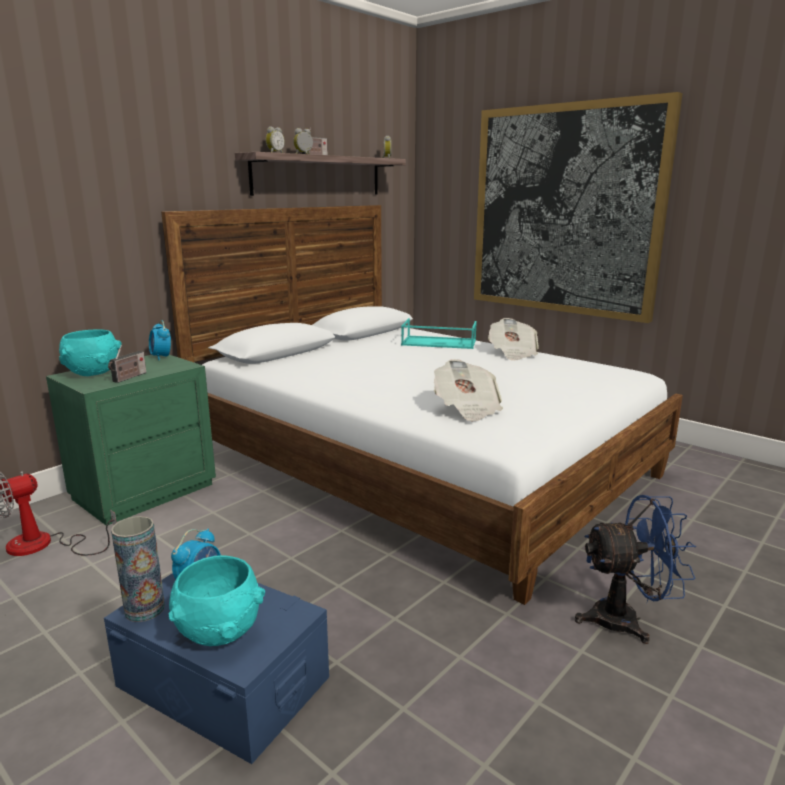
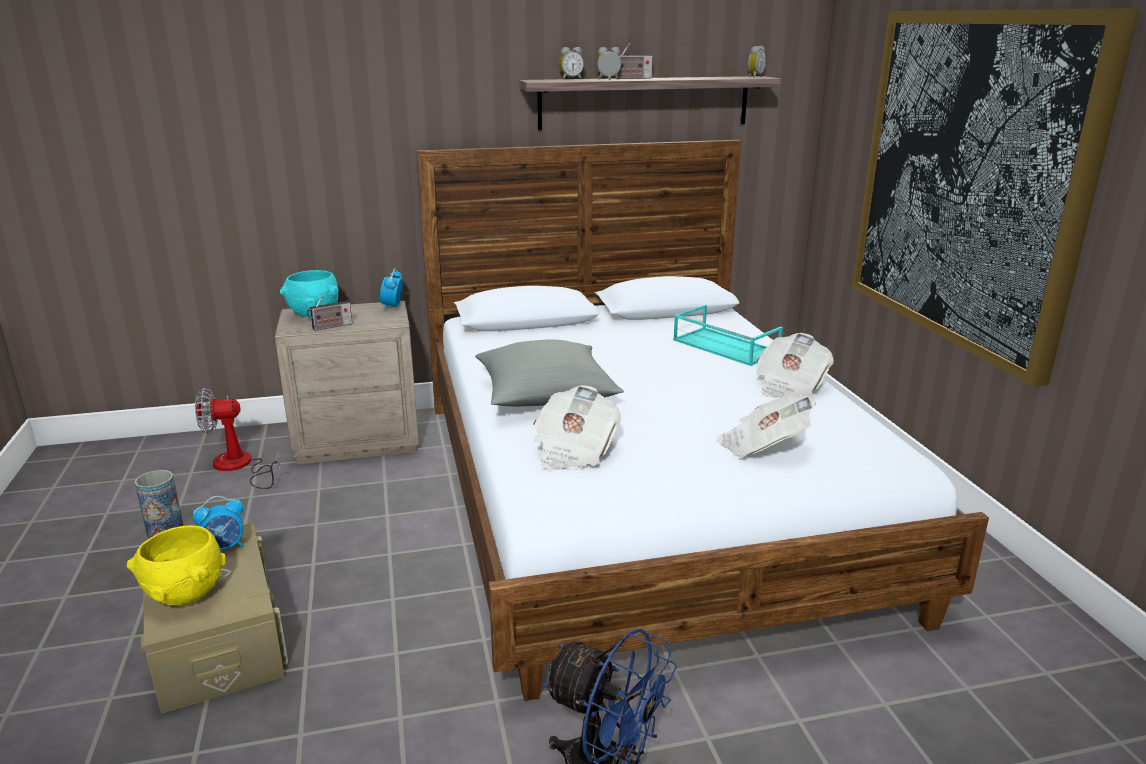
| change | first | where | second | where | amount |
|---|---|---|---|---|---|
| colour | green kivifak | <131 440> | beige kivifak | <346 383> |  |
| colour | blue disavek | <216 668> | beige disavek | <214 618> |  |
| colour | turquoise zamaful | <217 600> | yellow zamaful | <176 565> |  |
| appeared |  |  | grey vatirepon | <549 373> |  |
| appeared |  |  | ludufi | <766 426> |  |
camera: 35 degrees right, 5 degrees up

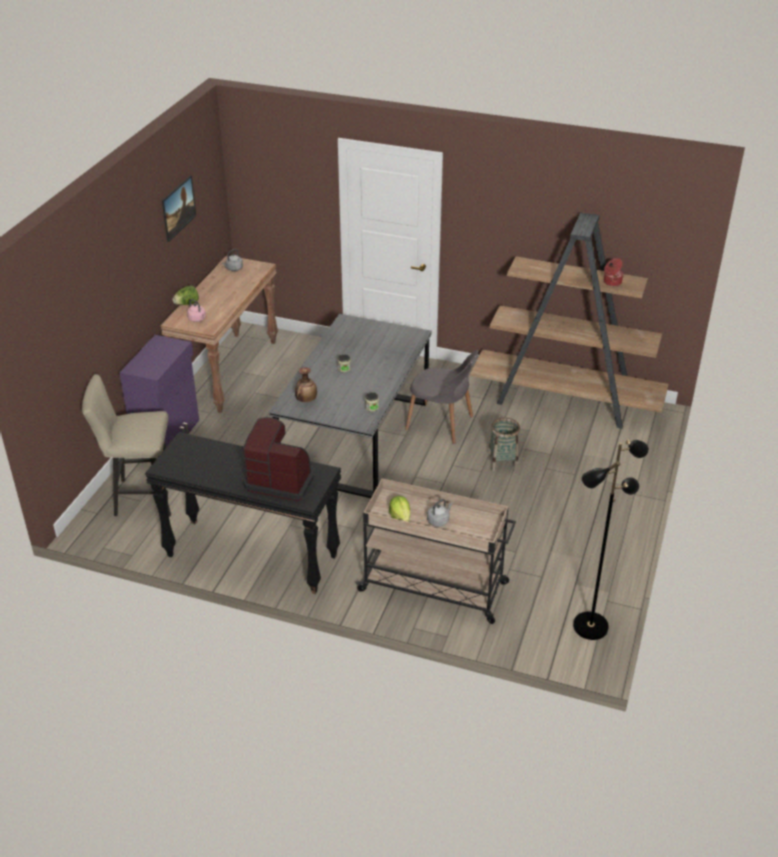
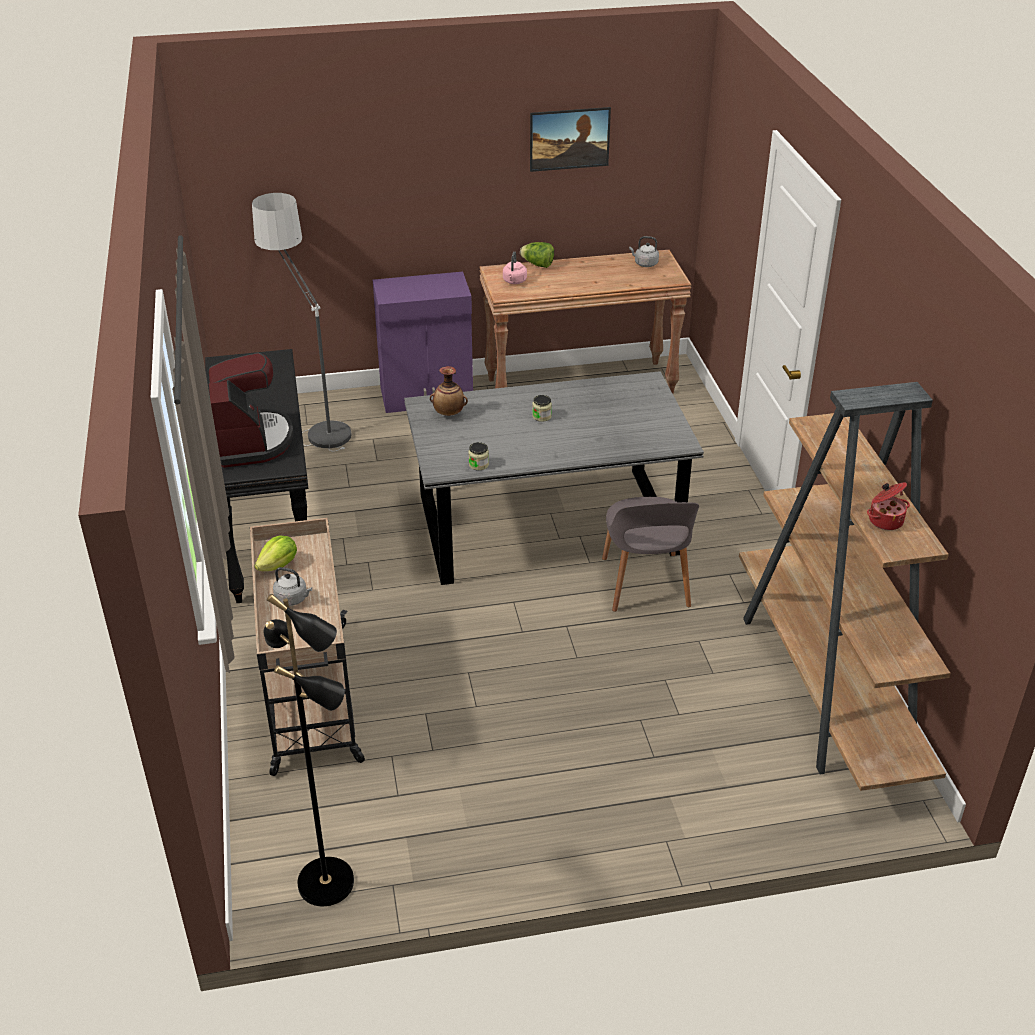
| change | first | where | second | where | amount |
|---|---|---|---|---|---|
| exchanged | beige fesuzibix | <126 445> | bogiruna | <302 322> |  |
| missing | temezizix | <504 444> |  |  |  |
camera: 60 degrees right, 0 degrees up

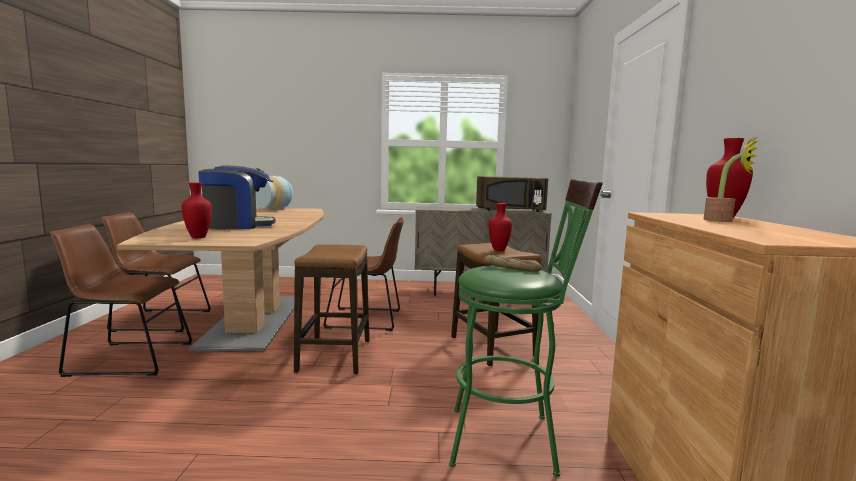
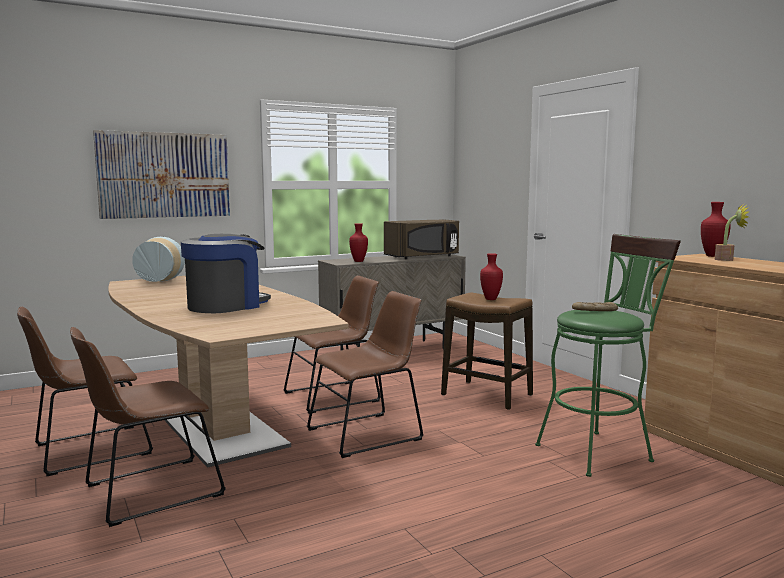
| change | first | where | second | where | amount |
|---|---|---|---|---|---|
| relocated | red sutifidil | <197 210> |  | <358 242> |  |
| exchanged | fesuzibix | <331 309> | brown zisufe | <365 374> |  |
| appeared |  |  | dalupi | <161 174> |  |
camera: 30 degrees left, 0 degrees up

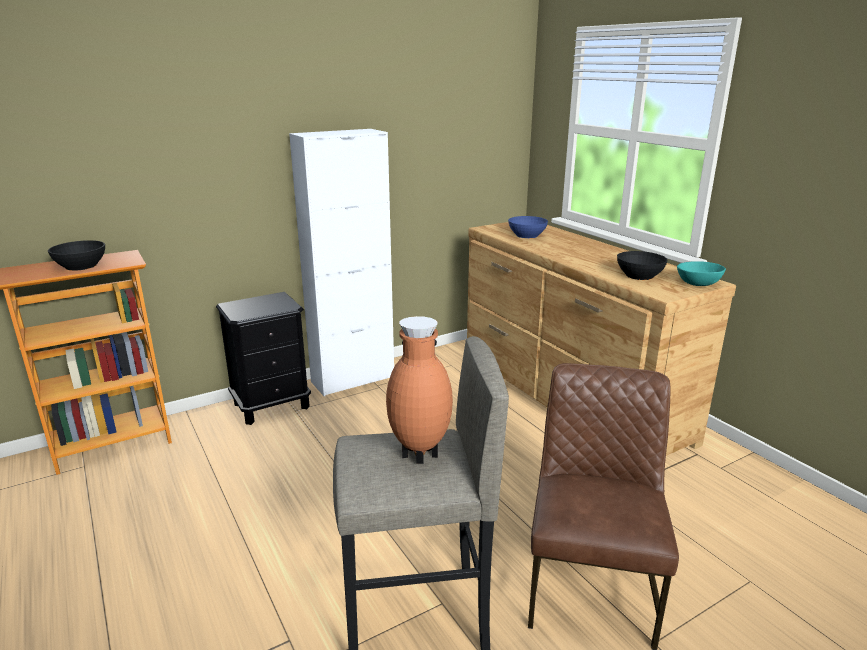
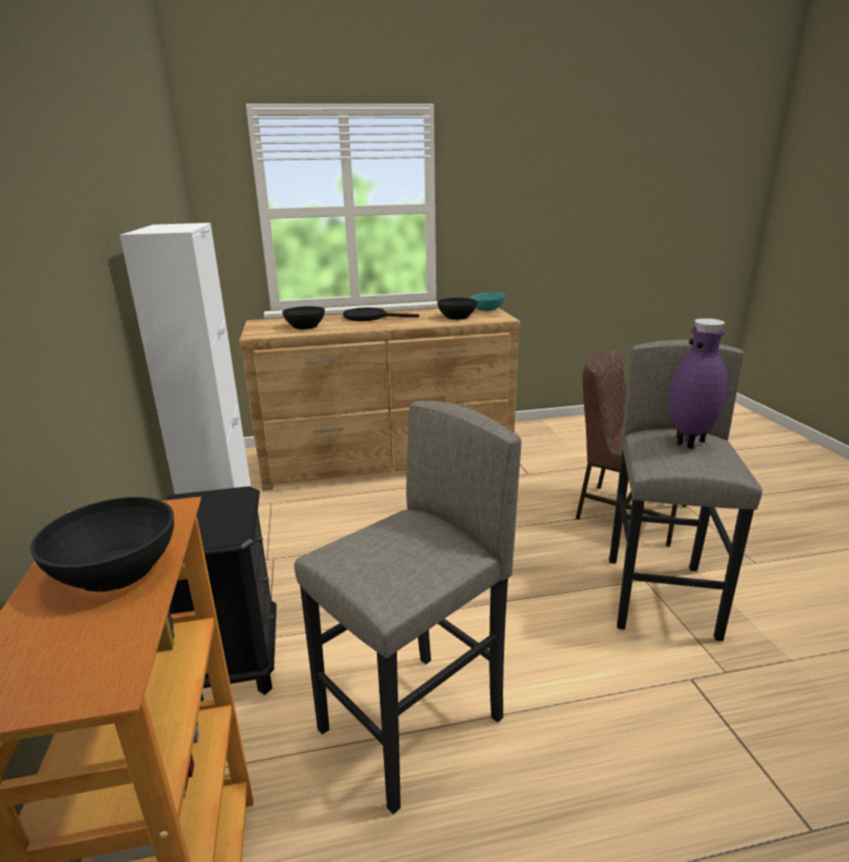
| change | first | where | second | where | amount |
|---|---|---|---|---|---|
| colour | brown sutifidil | <419 390> | purple sutifidil | <698 383> |  |
| colour | blue zamaful | <528 227> | black zamaful | <303 317> |  |
| appeared |  |  | grey fesuzibix | <408 607> |  |
| appeared |  |  | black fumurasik | <381 314> |  |
camera: 70 degrees left, 0 degrees up

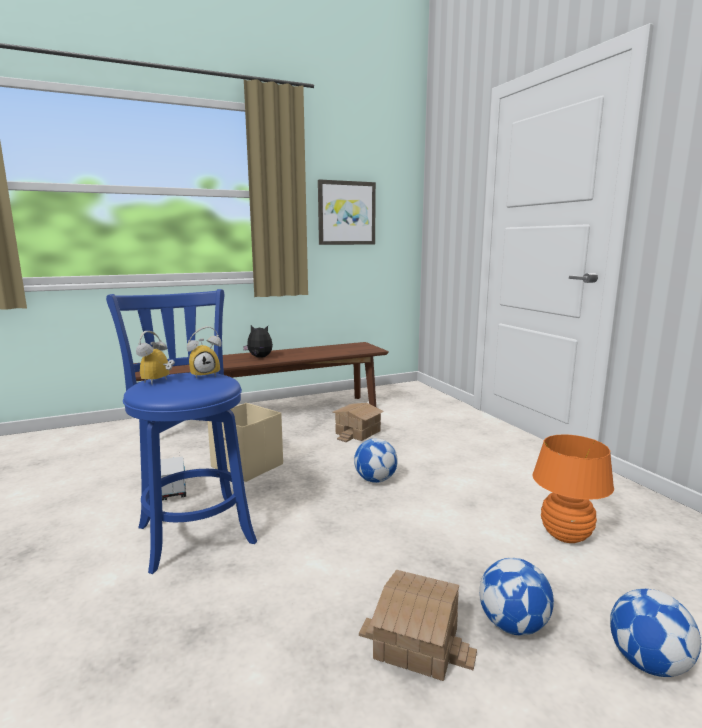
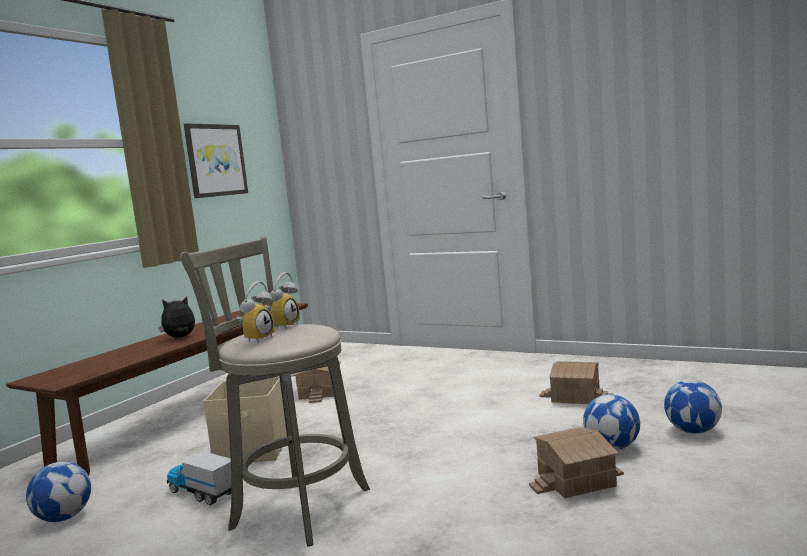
| change | first | where | second | where | amount |
|---|---|---|---|---|---|
| colour | blue fesuzibix | <181 431> | grey fesuzibix | <275 391> |  |
| spun | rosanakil | <155 357> |  | <255 312> | 135 degrees counterclockwise |
| relocated | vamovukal | <376 460> |  | <58 492> |  |
| exchanged | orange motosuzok | <573 488> | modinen | <576 382> |  |
camera: 35 degrees left, 5 degrees down

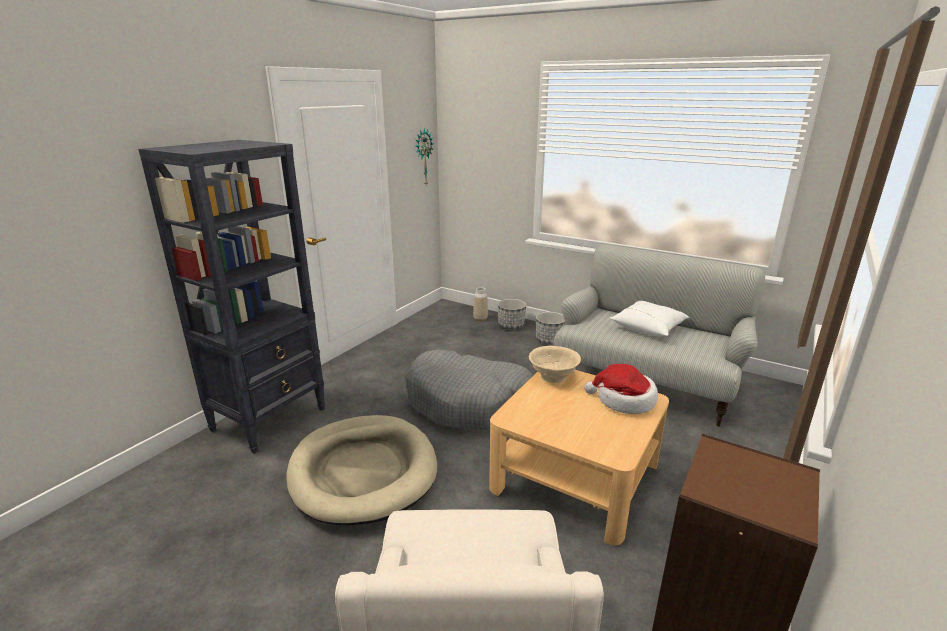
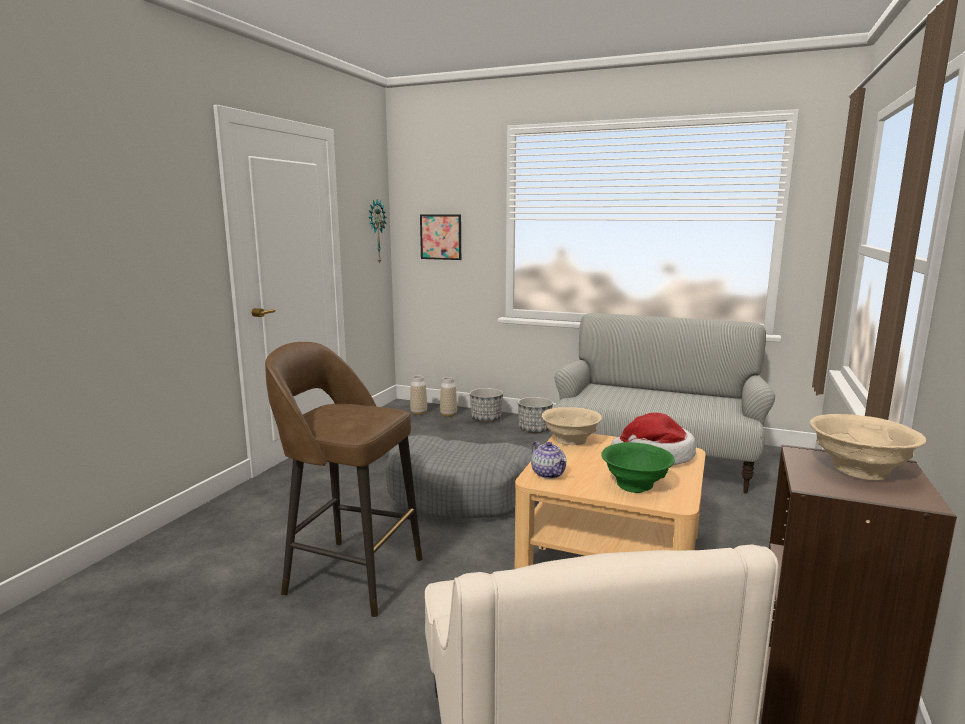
| change | first | where | second | where | amount |
|---|---|---|---|---|---|
| missing | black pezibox | <231 297> |  |  |  |
| exchanged | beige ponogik | <361 470> | brown fesuzibix | <344 479> |  |
| missing | white vatirepon | <649 319> |  |  |  |
| appeared |  |  | sutifidil | <418 395> |  |
| appeared |  |  | dalupi | <440 237> |  |
| appeared |  |  | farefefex | <549 460> |  |
| appeared |  |  | green zamaful | <638 467> |  |
| appeared |  |  | beige zamaful | <868 447> |  |
camera: 10 degrees left, 10 degrees down

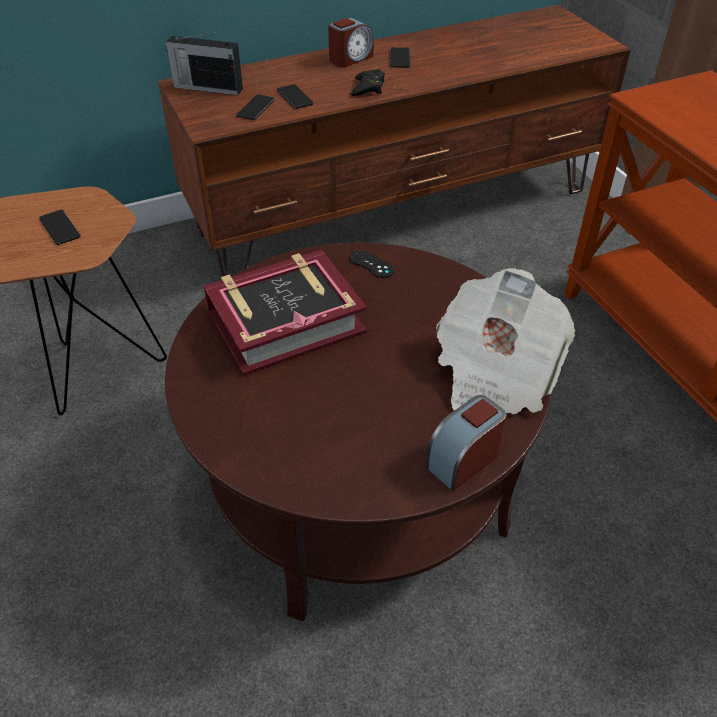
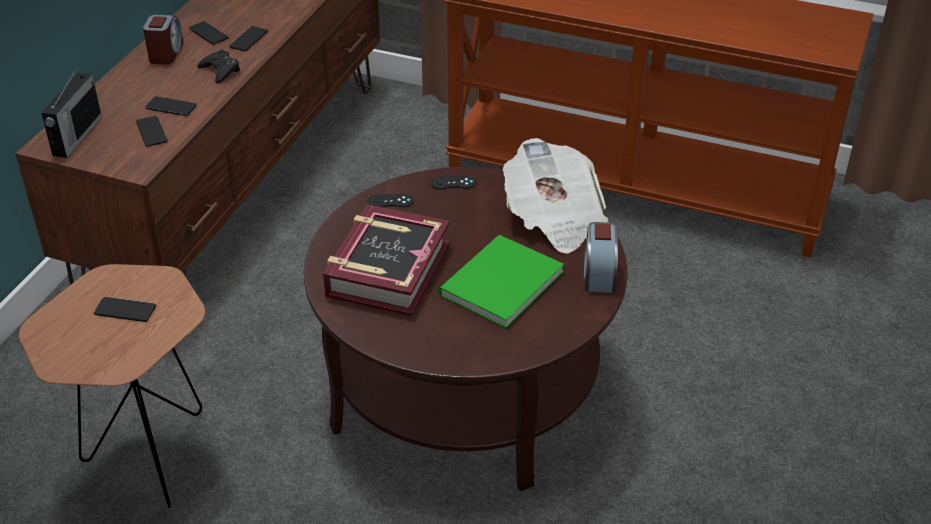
| change | first | where | second | where | amount |
|---|---|---|---|---|---|
| spun | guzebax | <204 63> |  | <71 112> | 45 degrees counterclockwise |
| appeared |  |  | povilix | <248 38> |  |
| appeared |  |  | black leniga | <453 183> |  |
| appeared |  |  | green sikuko | <501 281> |  |
camera: 45 degrees left, 5 degrees down

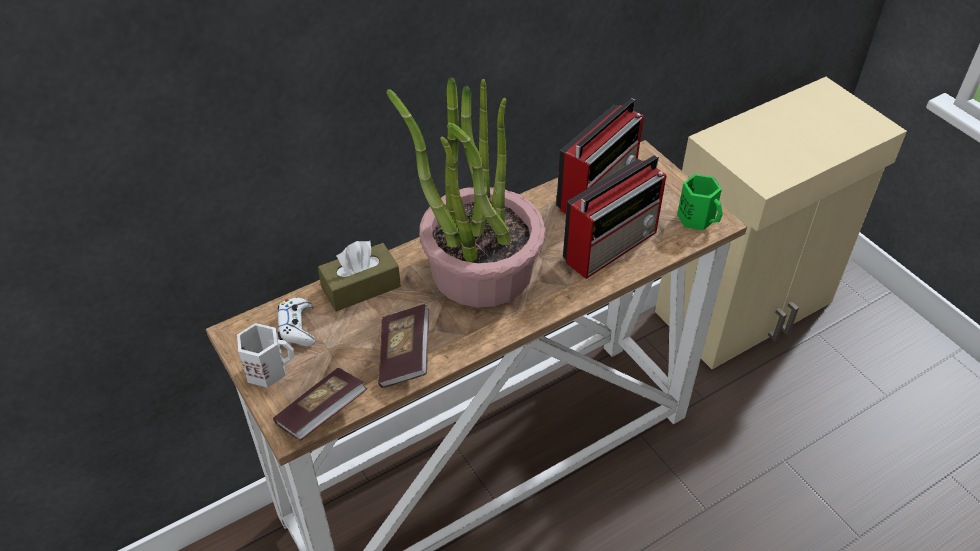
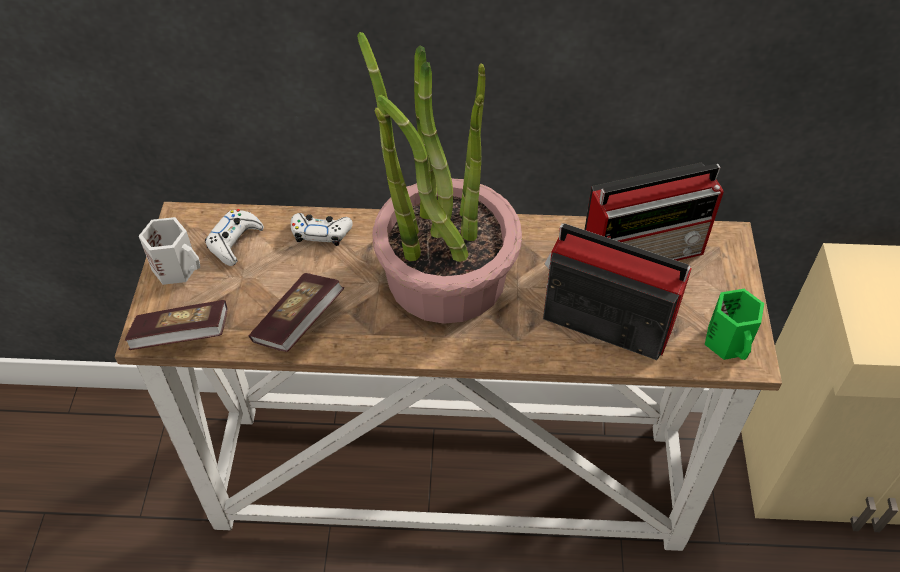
| change | first | where | second | where | amount |
|---|---|---|---|---|---|
| exchanged | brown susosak | <359 276> | white leniga | <322 229> |  |
| spun | guzebax | <614 217> |  | <617 291> | 150 degrees counterclockwise |
camera: 35 degrees right, 5 degrees up

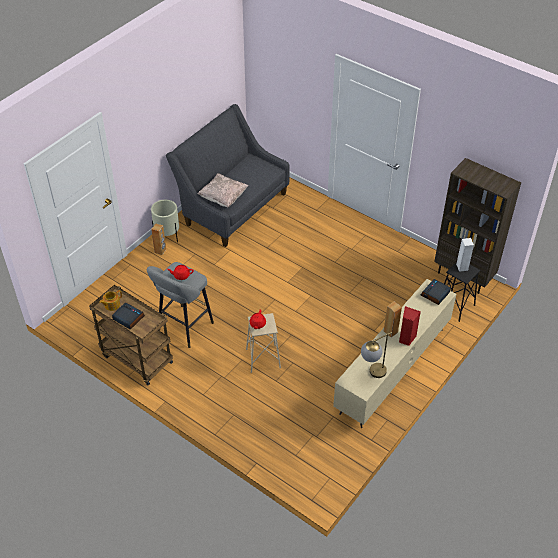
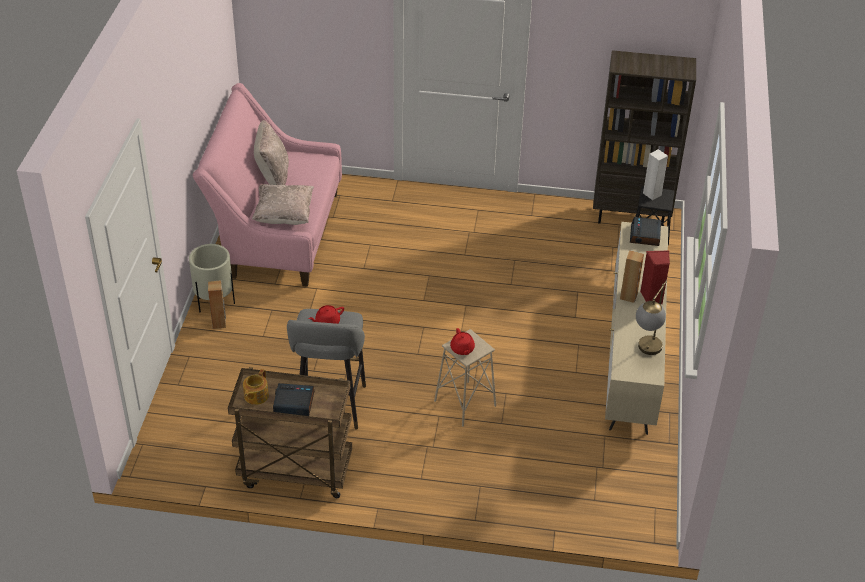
| change | first | where | second | where | amount |
|---|---|---|---|---|---|
| colour | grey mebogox | <228 175> | pink mebogox | <267 185> |  |
| appeared |  |  | beige vatirepon | <271 152> |  |
camera: 30 degrees left, 5 degrees down

